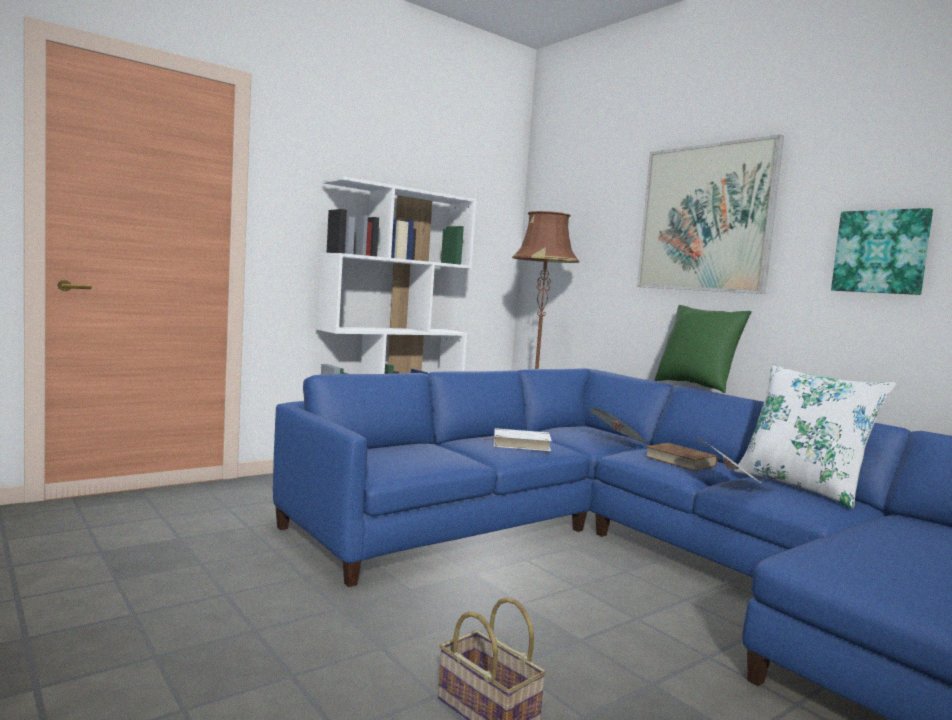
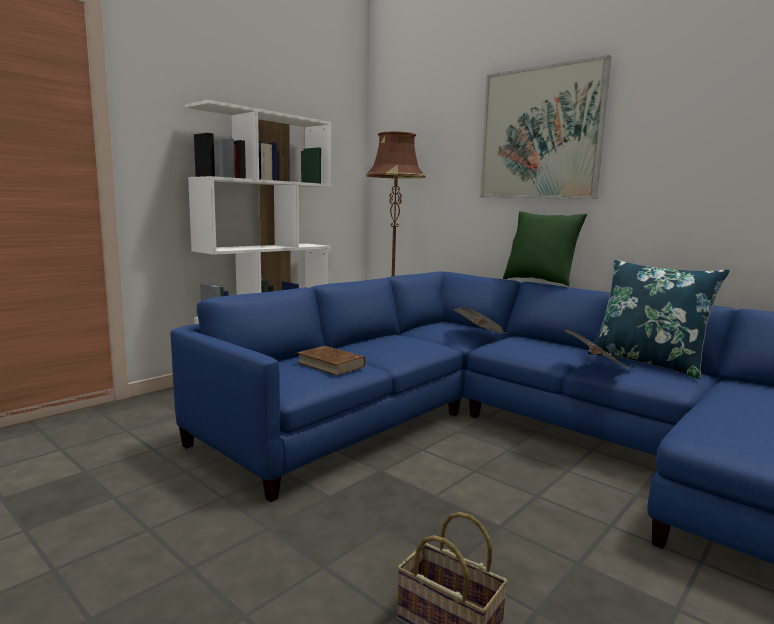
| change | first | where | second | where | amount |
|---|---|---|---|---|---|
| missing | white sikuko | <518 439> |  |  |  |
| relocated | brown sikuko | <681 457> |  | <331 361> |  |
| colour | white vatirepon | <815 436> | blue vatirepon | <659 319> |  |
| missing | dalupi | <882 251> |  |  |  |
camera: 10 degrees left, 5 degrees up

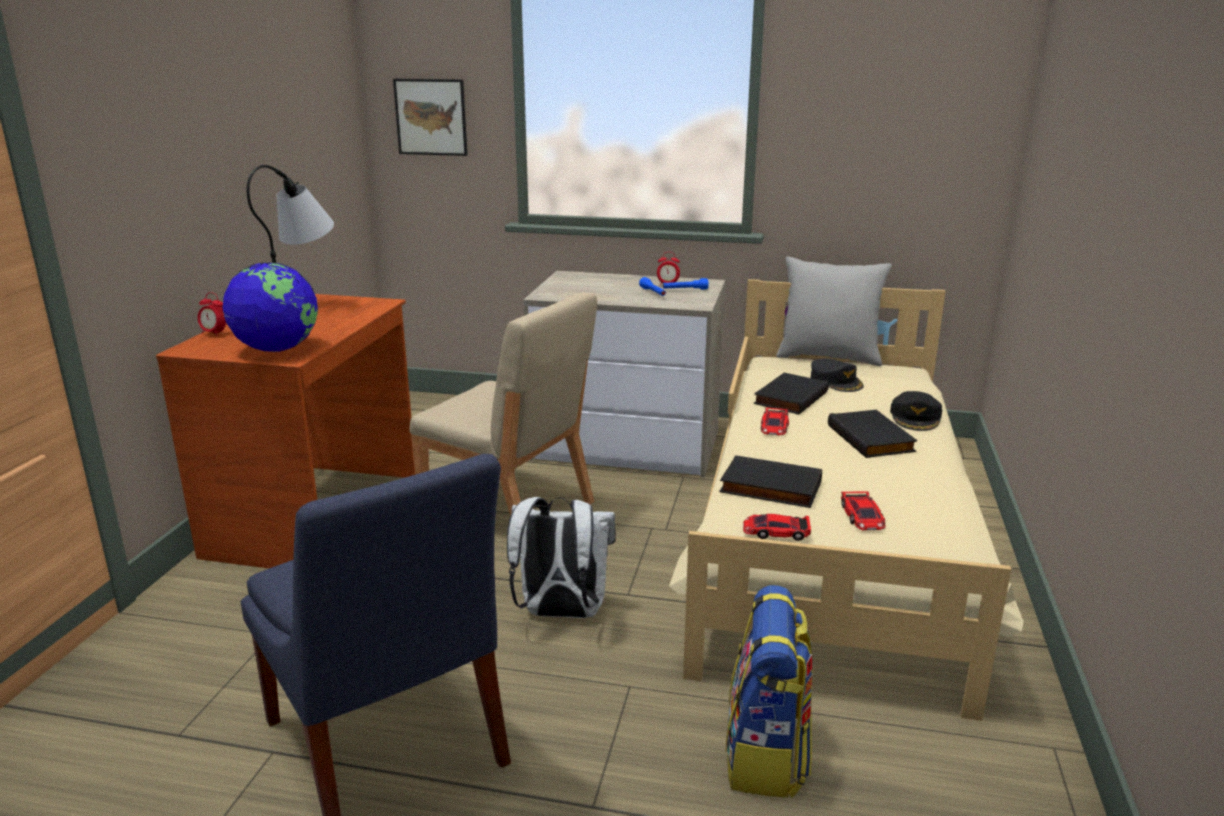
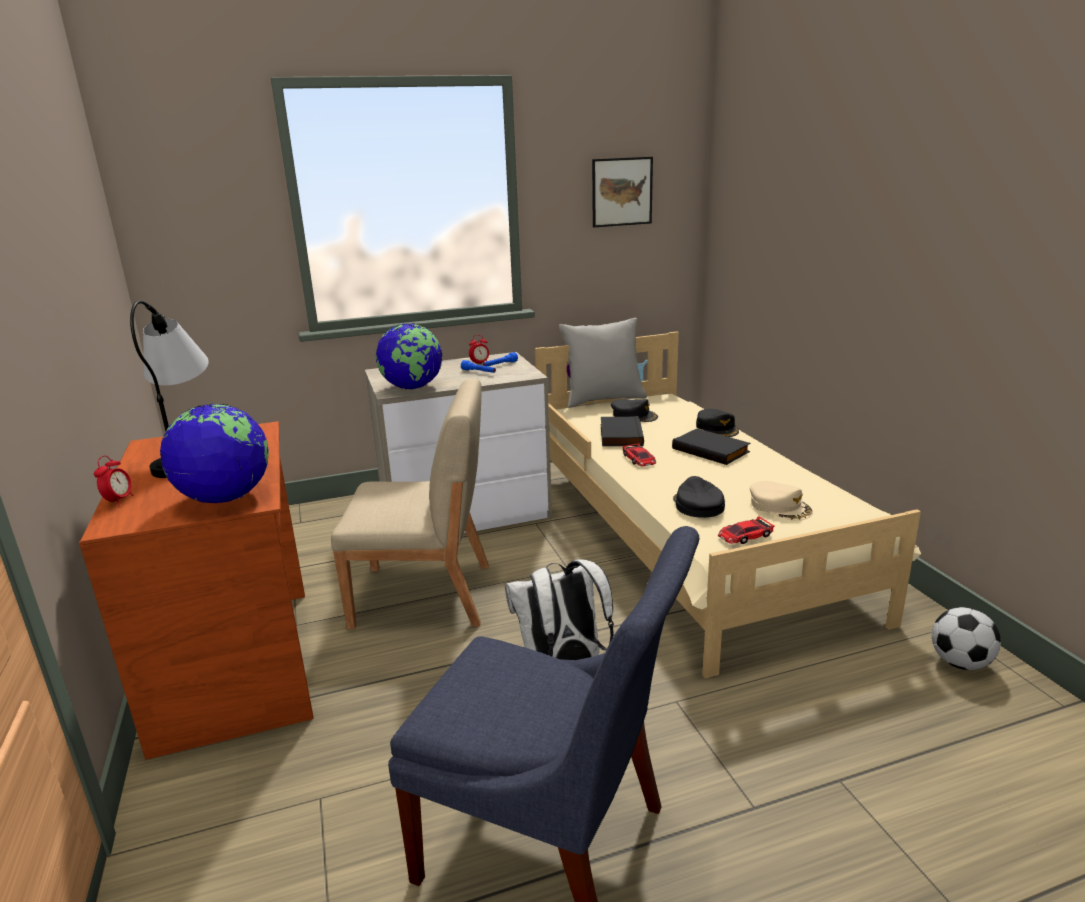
| change | first | where | second | where | amount |
|---|---|---|---|---|---|
| spun | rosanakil | <212 314> |  | <113 481> | 75 degrees counterclockwise |
| relocated | dalupi | <430 117> |  | <622 192> |  |
| exchanged | black sikuko | <770 481> | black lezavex | <699 497> |  |
| missing | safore | <769 691> |  |  |  |
| exchanged | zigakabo | <863 510> | beige lezavex | <781 501> |  |
| appeared |  |  | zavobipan | <409 356> |  |
| appeared |  |  | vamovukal | <966 638> |  |
camera: 30 degrees left, 0 degrees up

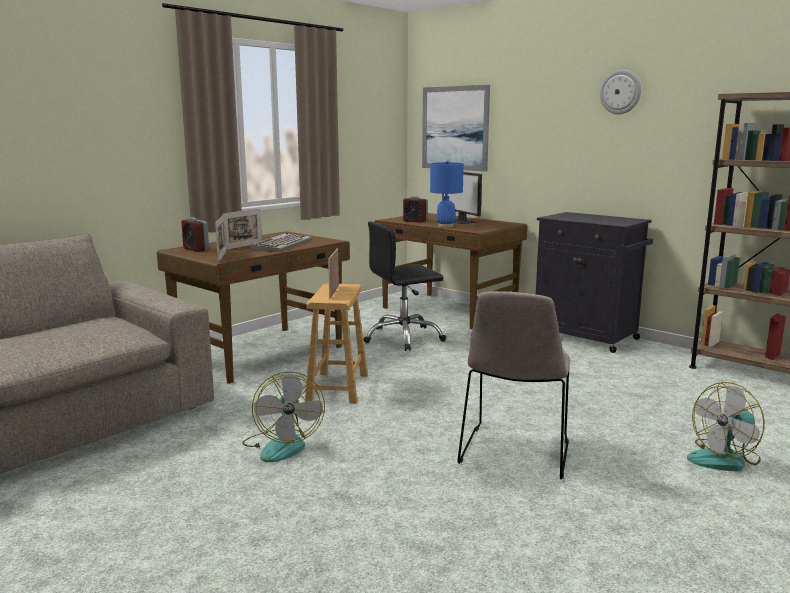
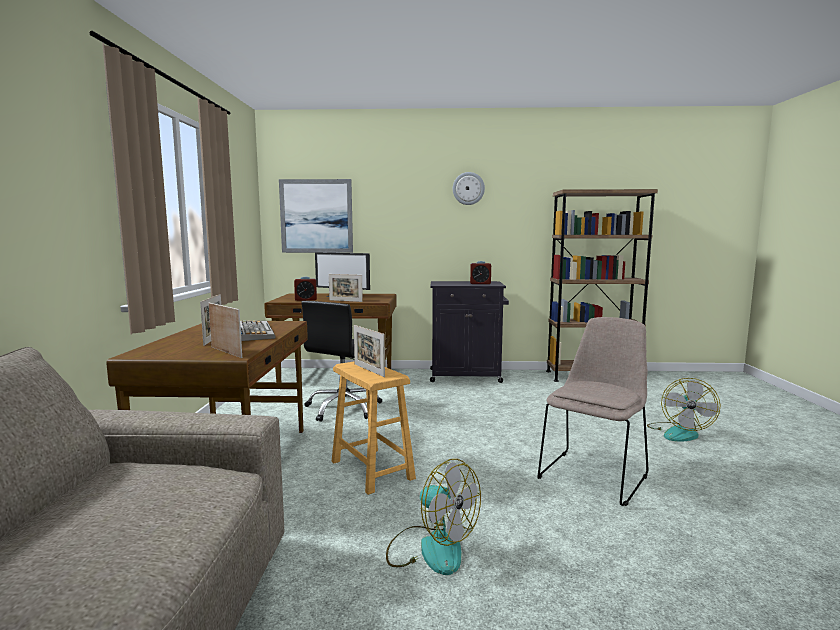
| change | first | where | second | where | amount |
|---|---|---|---|---|---|
| relocated | rosanakil | <195 234> |  | <480 272> |  |
| exchanged | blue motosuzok | <447 194> | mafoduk | <346 288> |  |
| spun | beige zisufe | <513 385> |  | <592 411> | 120 degrees counterclockwise |
camera: 40 degrees left, 5 degrees down

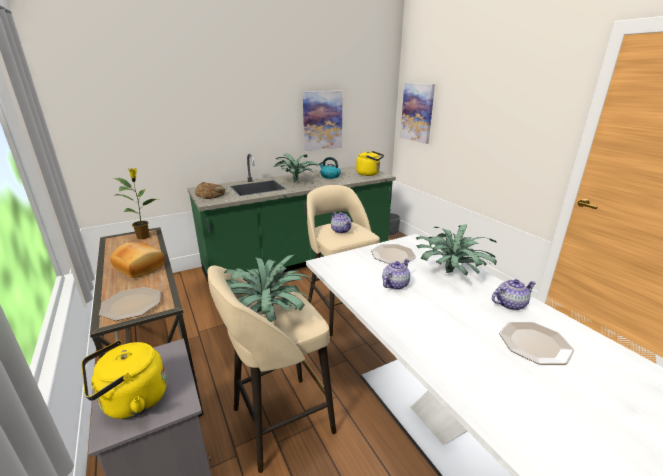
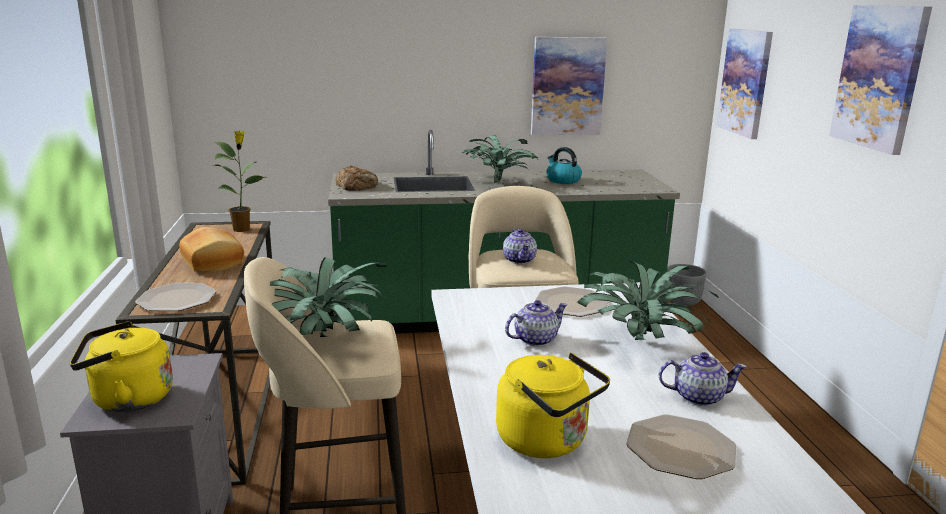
| change | first | where | second | where | amount |
|---|---|---|---|---|---|
| relocated | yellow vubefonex | <370 163> |  | <553 405> |  |
| appeared |  |  | dalupi | <880 80> |  |
camera: 20 degrees right, 5 degrees down

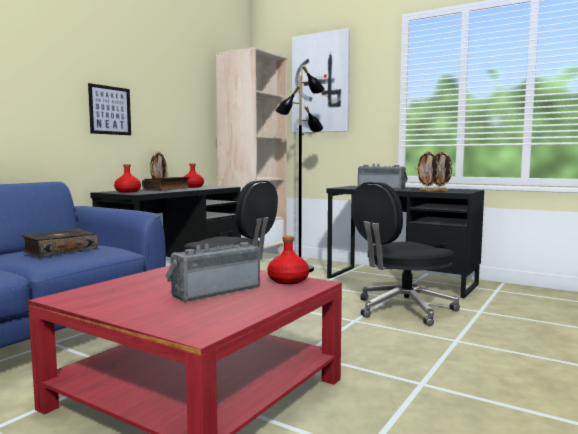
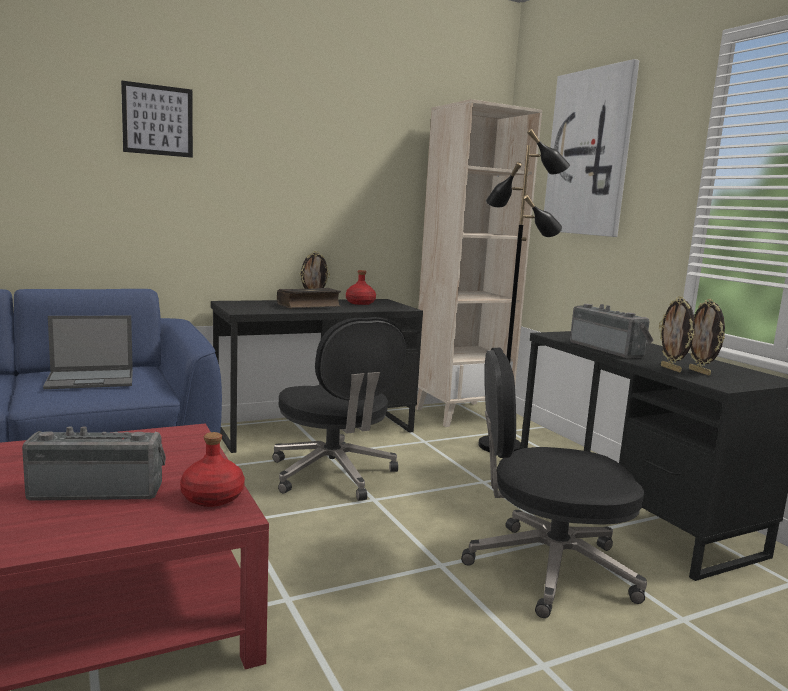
| change | first | where | second | where | amount |
|---|---|---|---|---|---|
| exchanged | sikuko | <60 242> | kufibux | <88 352> |  |
| relocated | dalupi | <109 109> |  | <157 119> |  |
| missing | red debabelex | <127 178> |  |  |  |
camera: 30 degrees right, 5 degrees up

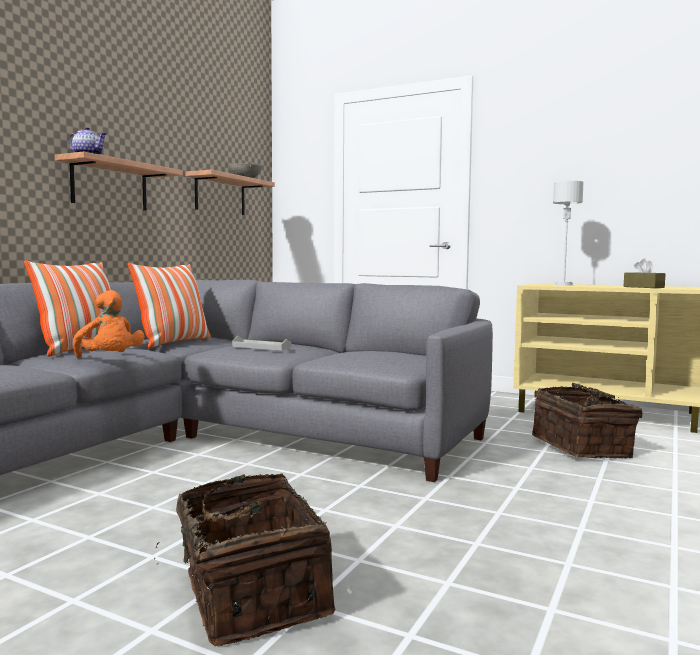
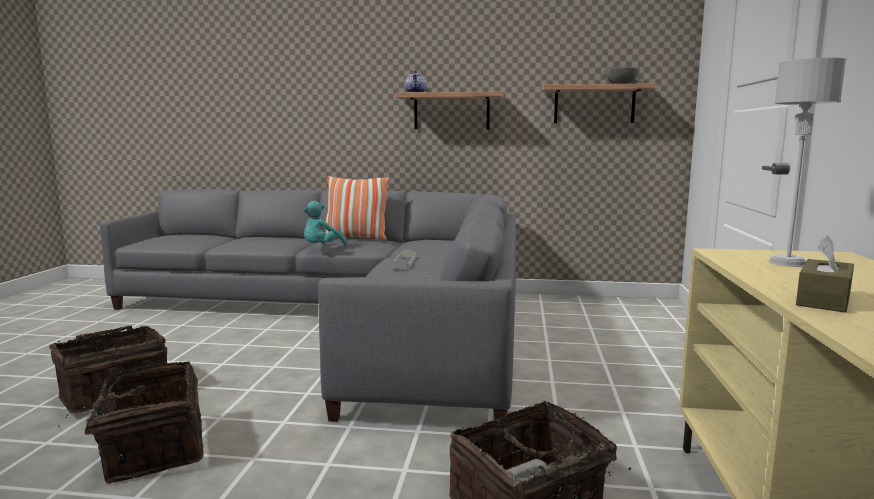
| change | first | where | second | where | amount |
|---|---|---|---|---|---|
| colour | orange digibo | <109 324> | turquoise digibo | <325 223> |  |
| missing | vatirepon | <169 305> |  |  |  |
| appeared |  |  | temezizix | <131 422> |  |
camera: 70 degrees right, 5 degrees up

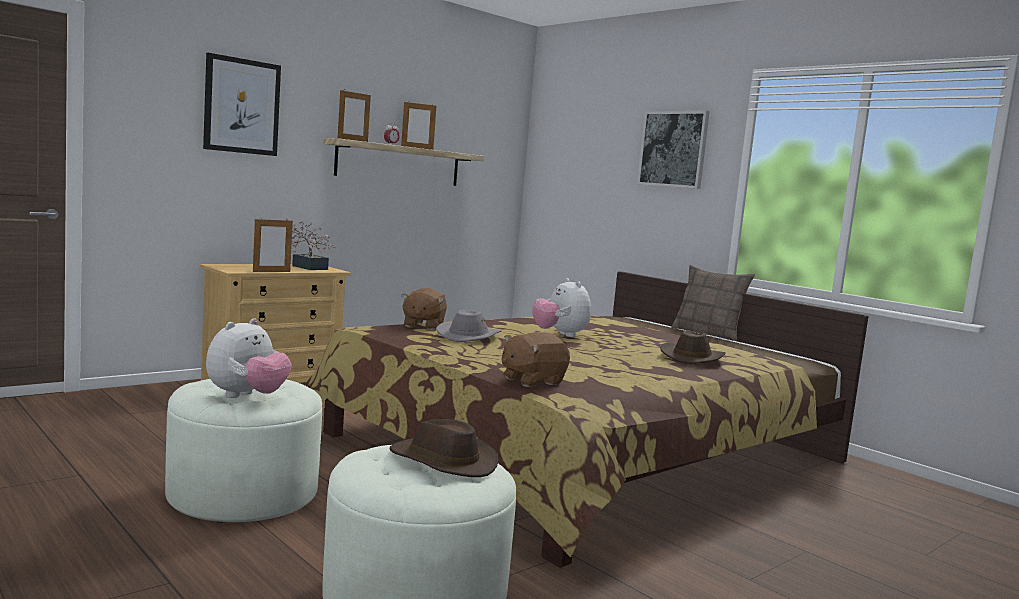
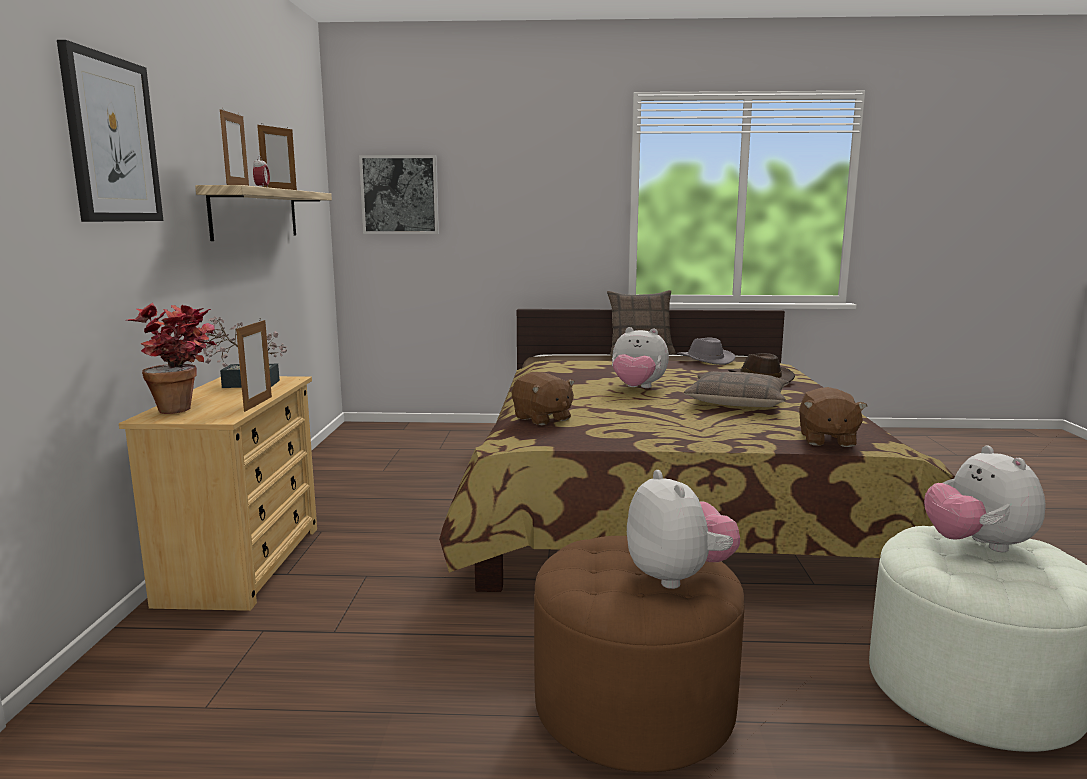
| change | first | where | second | where | amount |
|---|---|---|---|---|---|
| colour | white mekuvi | <243 451> | brown mekuvi | <639 654> |  |
| exchanged | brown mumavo | <444 448> | digibo | <985 499> |  |
| relocated | grey mumavo | <468 325> |  | <706 351> |  |
| relocated | dalupi | <673 150> |  | <399 194> |  |
| appeared |  |  | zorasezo | <170 358> |  |
| appeared |  |  | vatirepon | <736 389> |  |
camera: 45 degrees left, 5 degrees up

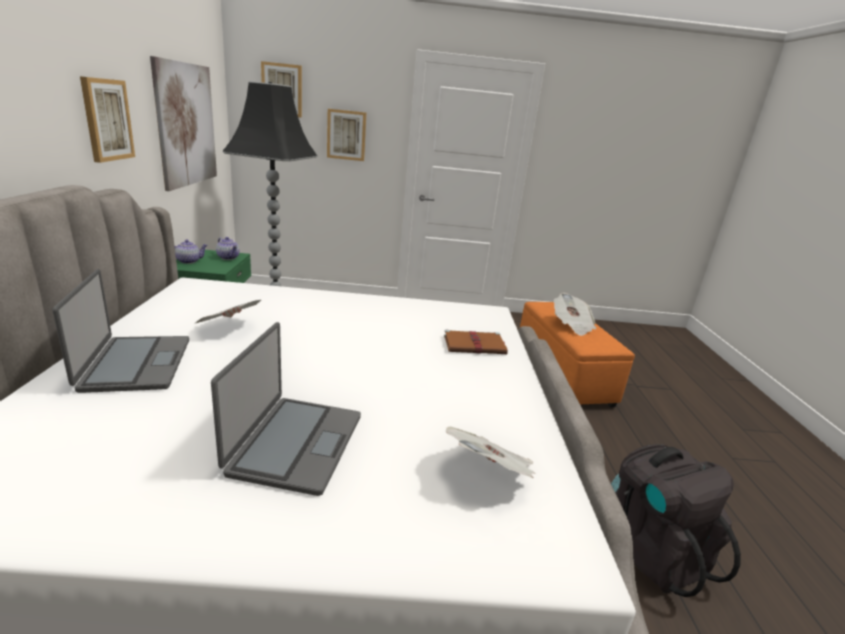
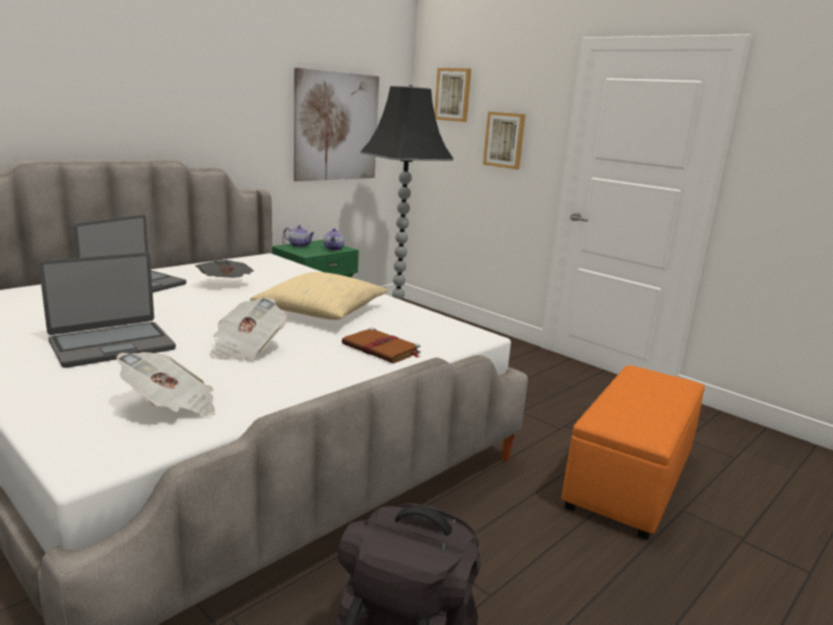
| change | first | where | second | where | amount |
|---|---|---|---|---|---|
| missing | dalupi | <107 119> |  |  |  |
| relocated | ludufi | <574 314> |  | <248 329> |  |
| appeared |  |  | beige vatirepon | <319 296> |  |
camera: 45 degrees right, 5 degrees down

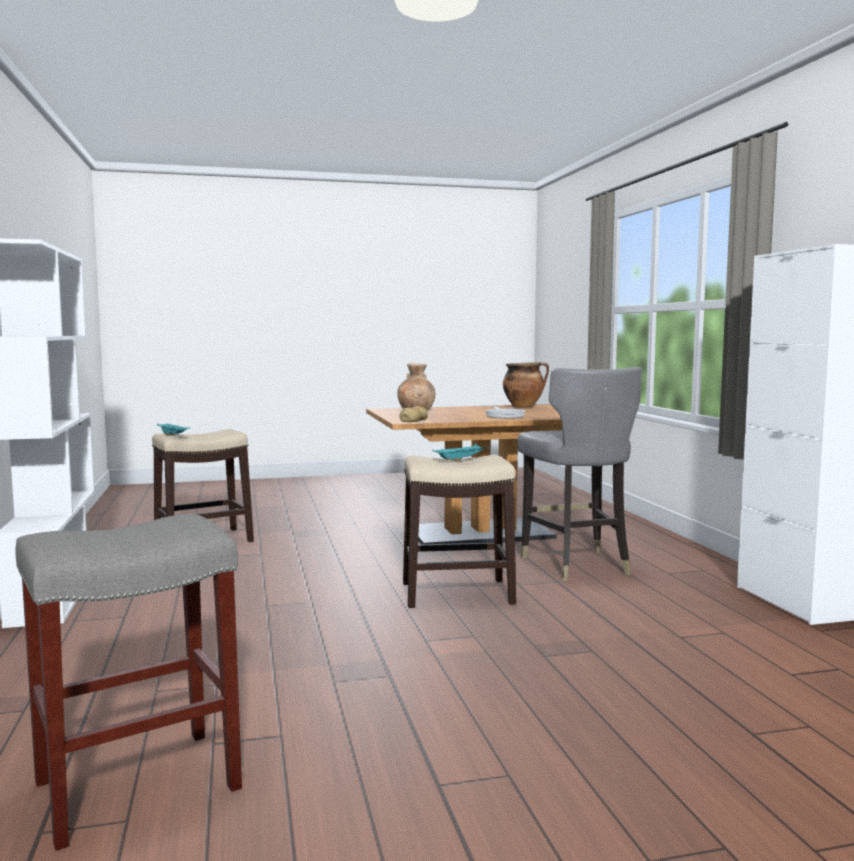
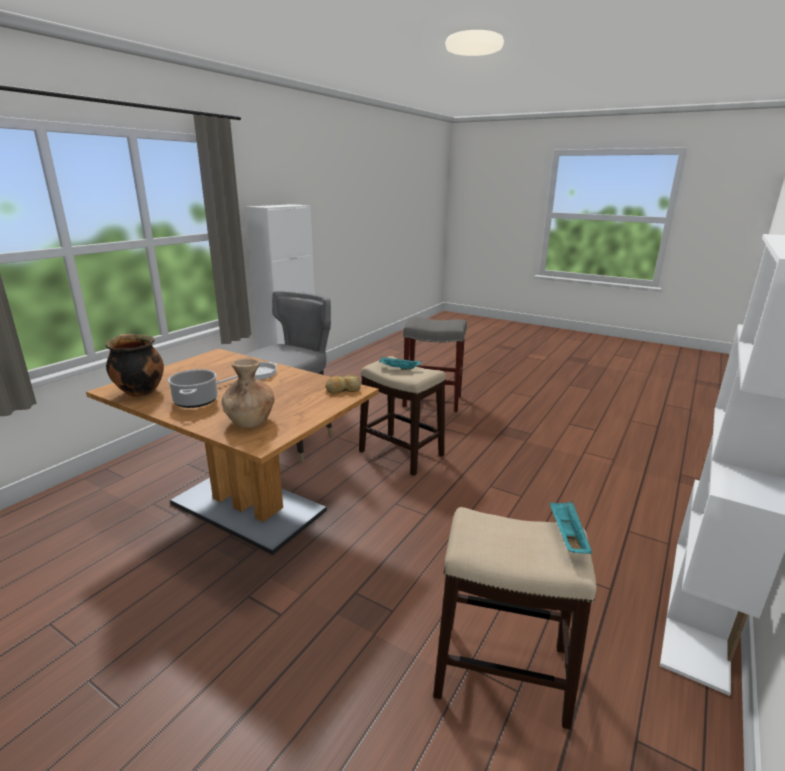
| change | first | where | second | where | amount |
|---|---|---|---|---|---|
| relocated | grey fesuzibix | <128 682> |  | <435 364> |  |
| appeared |  |  | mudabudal | <193 388> |  |
camera: 135 degrees left, 15 degrees up

